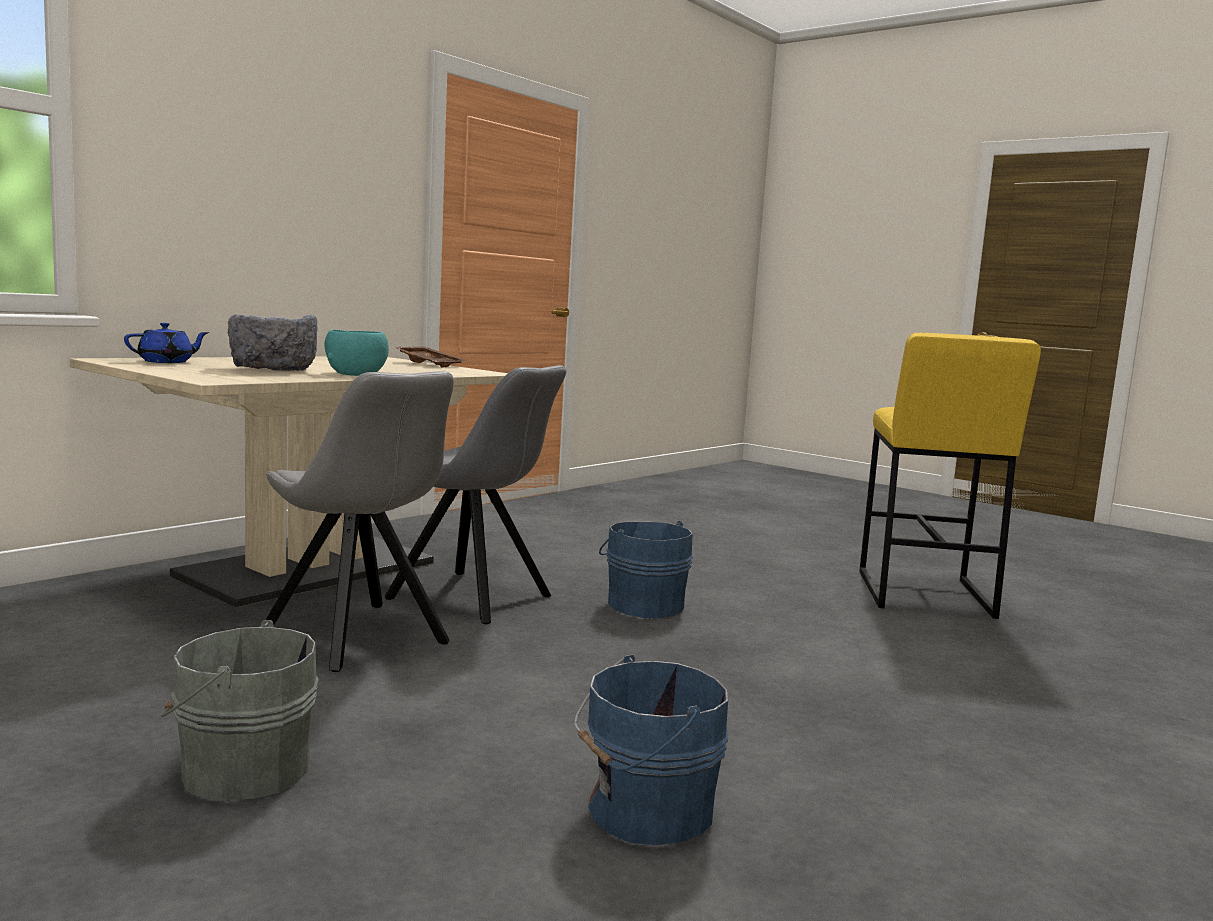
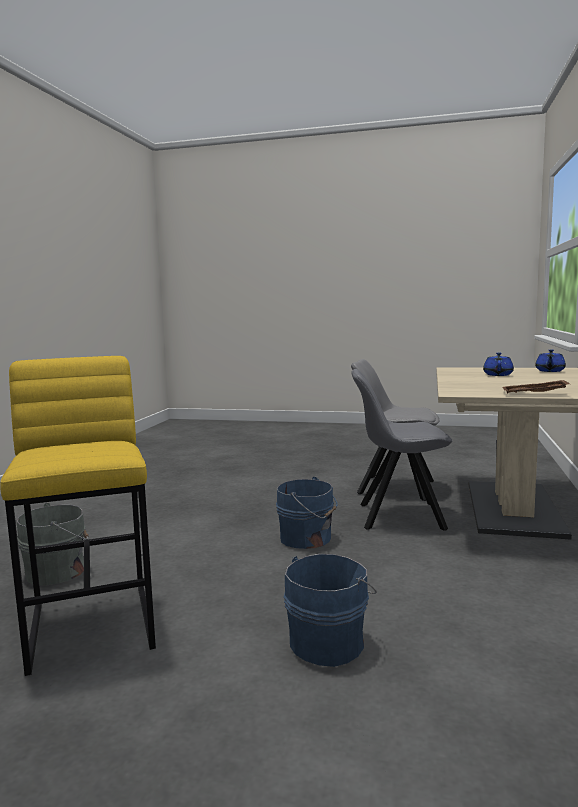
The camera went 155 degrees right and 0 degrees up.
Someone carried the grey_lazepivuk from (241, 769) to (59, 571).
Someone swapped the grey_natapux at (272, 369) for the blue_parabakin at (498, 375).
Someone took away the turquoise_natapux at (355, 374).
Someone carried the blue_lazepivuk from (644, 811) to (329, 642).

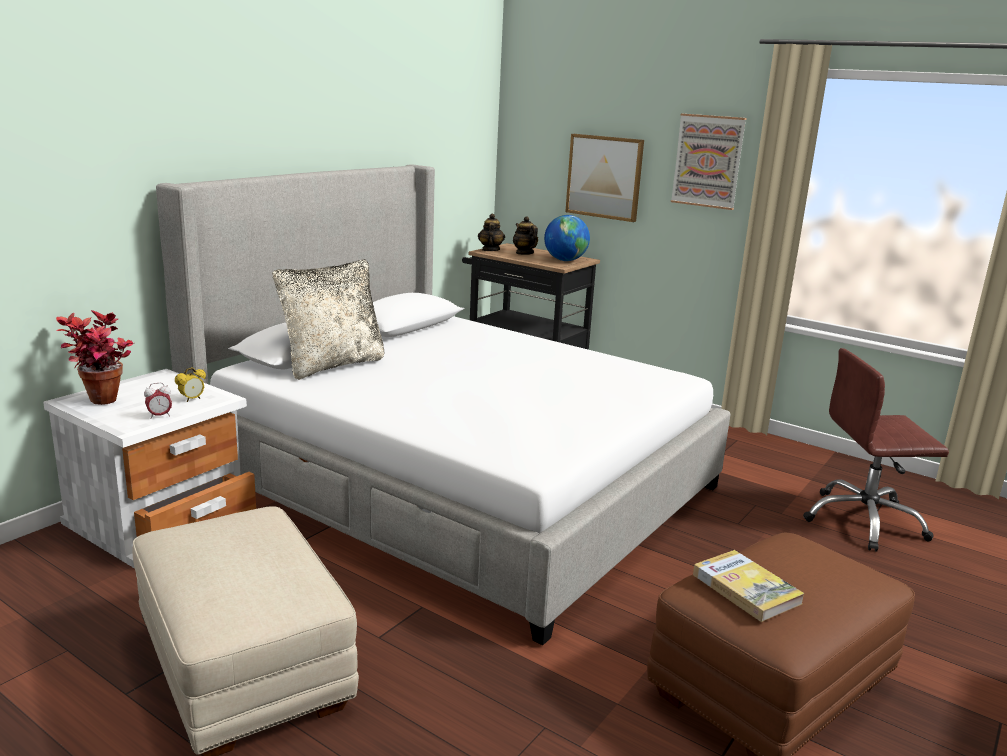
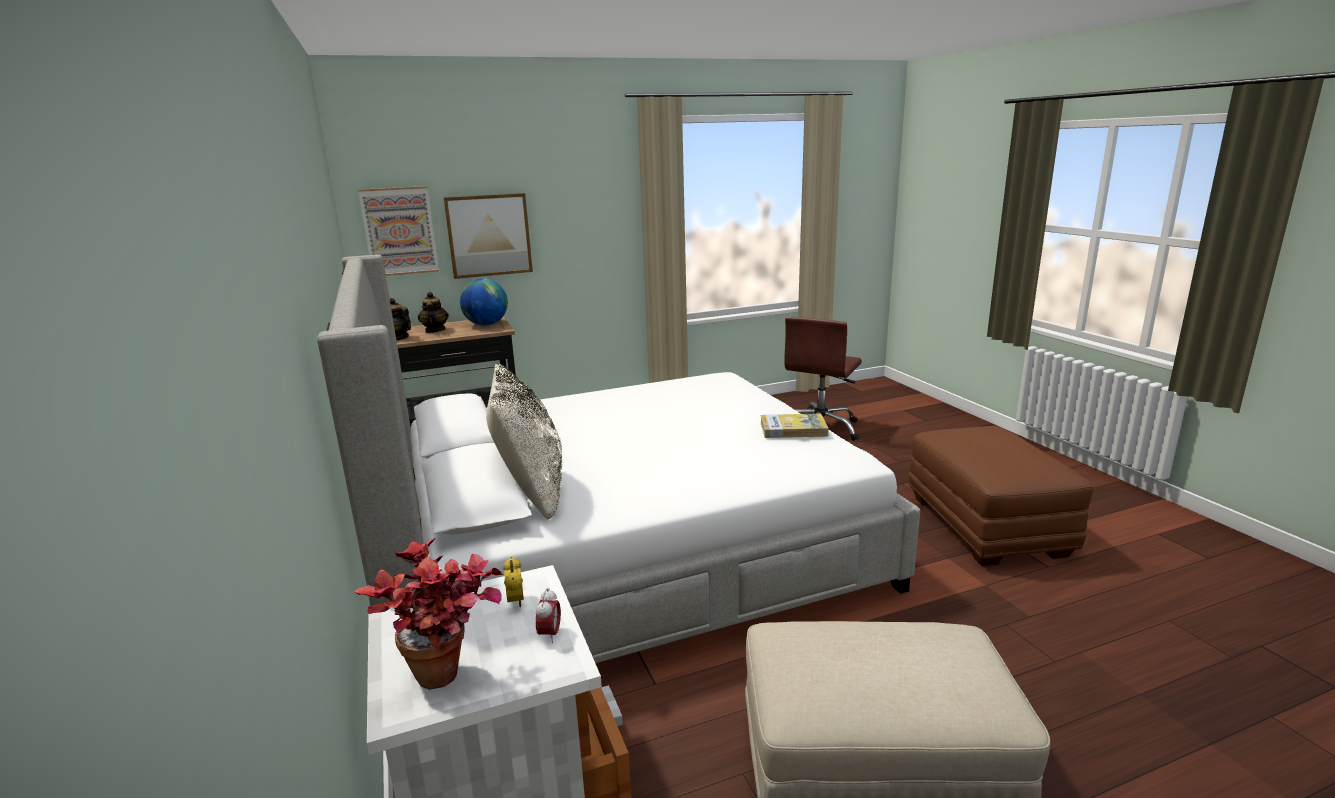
The camera went 55 degrees left and 0 degrees up.
Someone rotated the parabakin at (524, 253) by 75 degrees clockwise.
Someone carried the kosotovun from (708, 161) to (399, 231).
Someone carried the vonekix from (746, 589) to (793, 429).

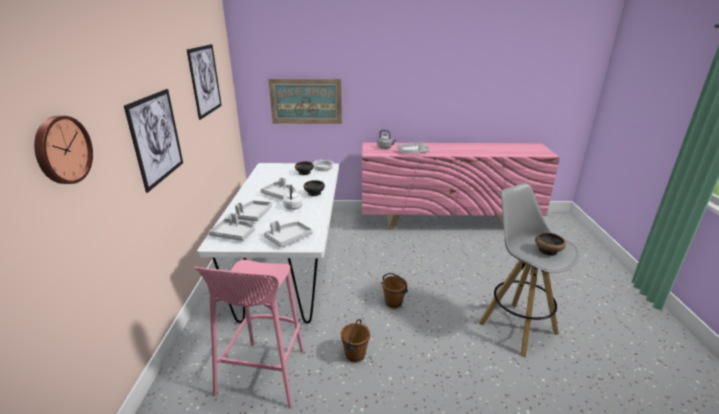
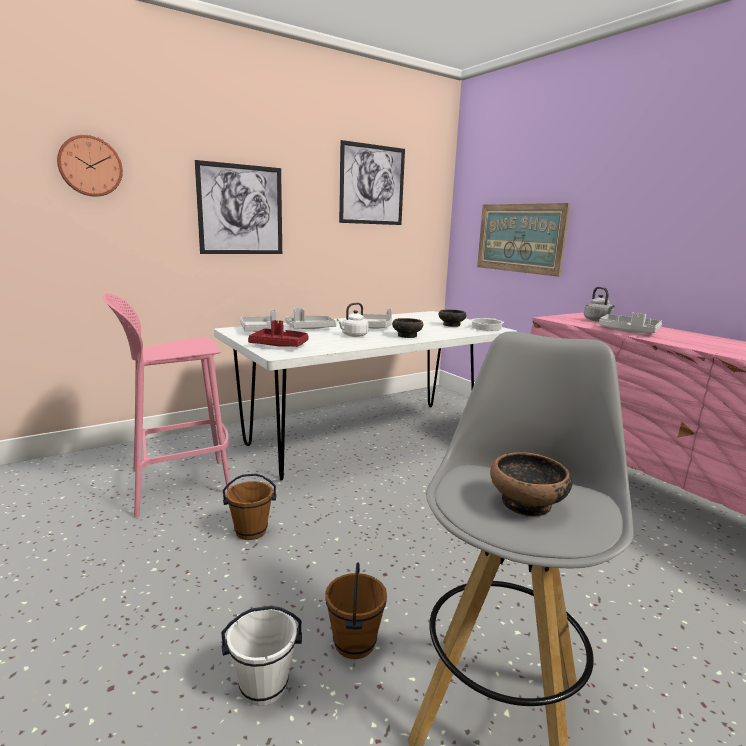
The camera went 55 degrees right and 10 degrees down.
Someone repainted the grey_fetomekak at (288, 238), which became the red_fetomekak at (279, 345).
Someone carried the brown_lazepivuk from (393, 303) to (355, 643).
Someone put down the white_lazepivuk at (264, 685).

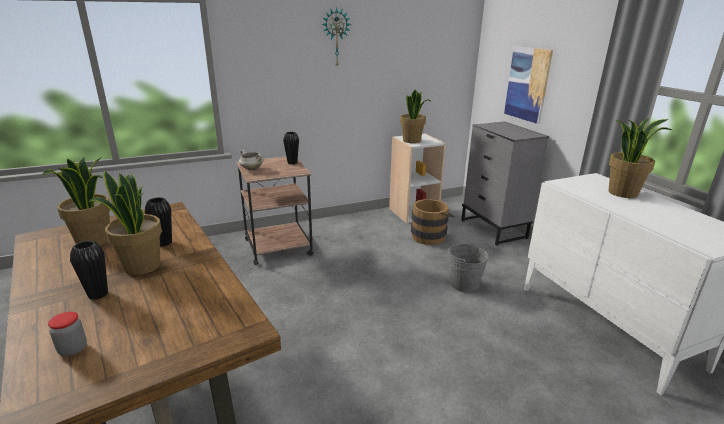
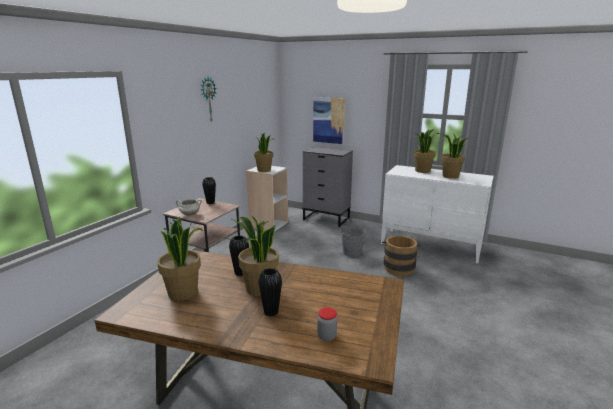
The camera went 40 degrees left and 5 degrees down.
Someone carried the brown_lazepivuk from (430, 236) to (398, 267).
Someone put down the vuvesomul at (450, 176).

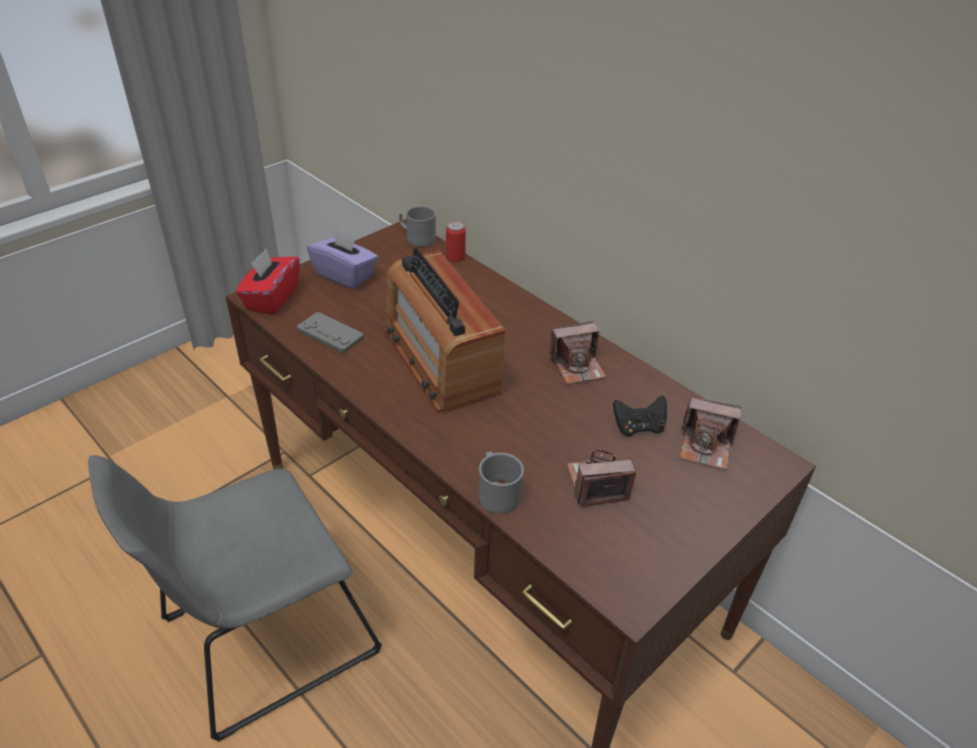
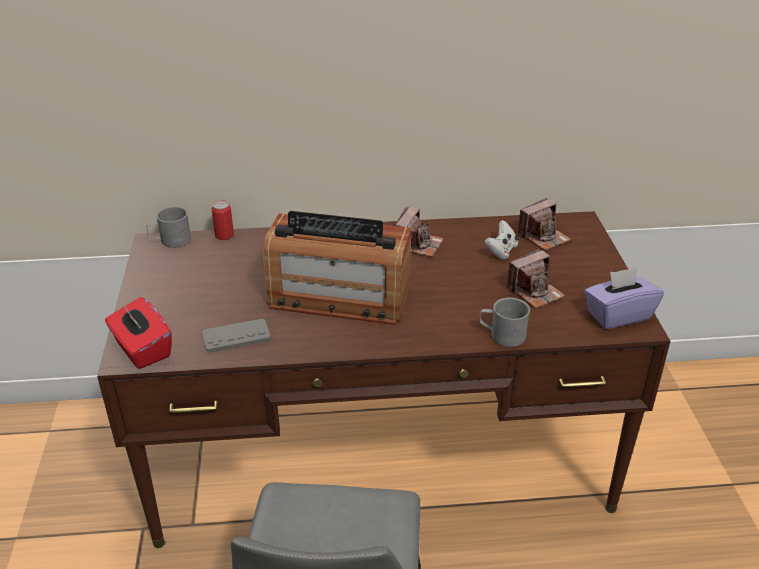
The camera went 50 degrees left and 5 degrees down.
Someone carried the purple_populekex from (345, 275) to (618, 315).
Someone rotated the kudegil at (596, 485) by 150 degrees counterclockwise.
Someone repainted the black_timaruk at (638, 427), which became the white_timaruk at (501, 251).

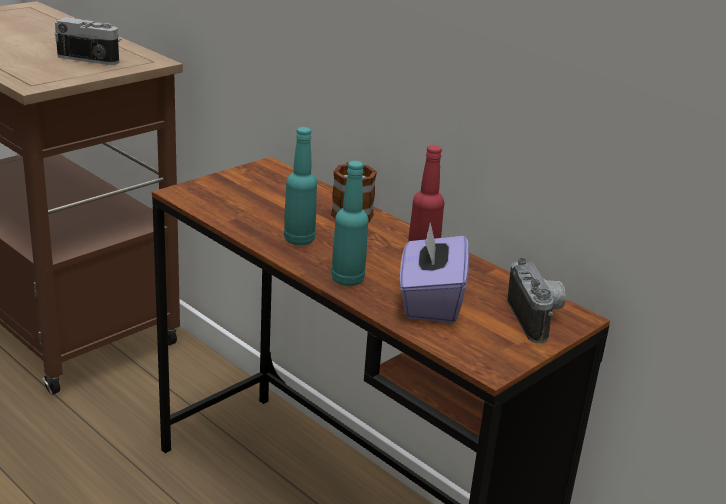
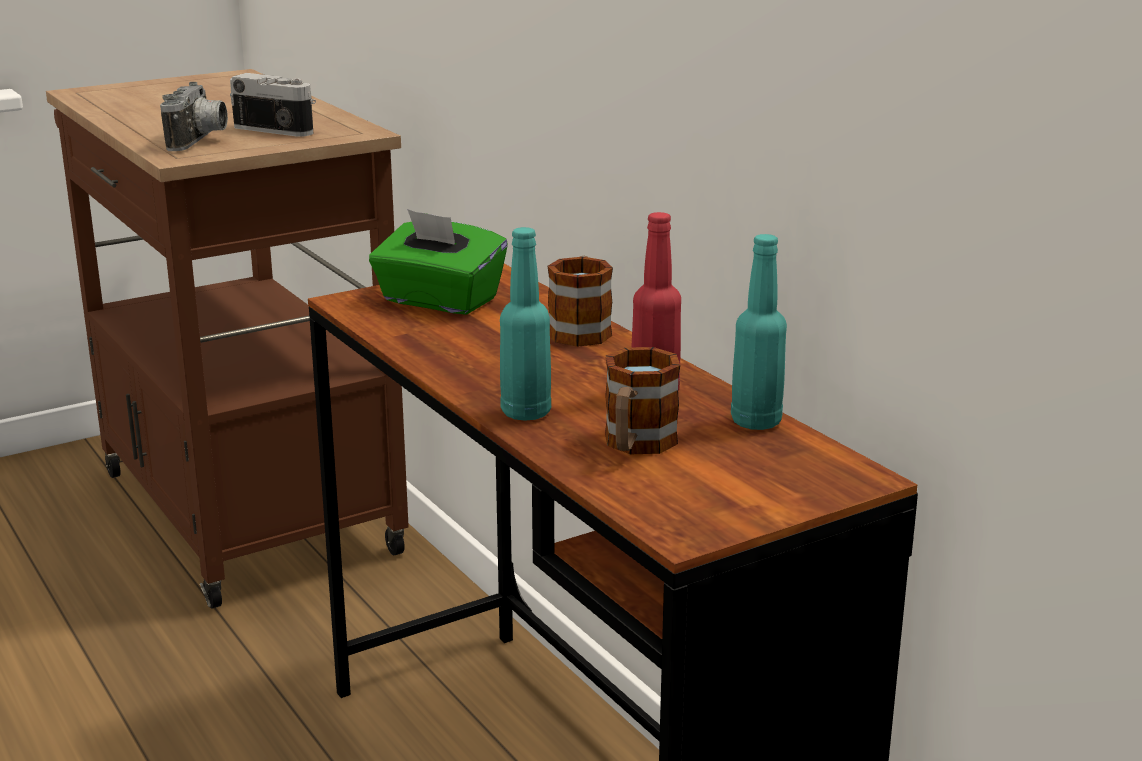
The camera went 15 degrees right and 5 degrees down.
Someone carried the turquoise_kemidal from (299, 240) to (755, 422).
Someone swapped the purple_populekex at (430, 301) for the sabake at (636, 445).
Someone carried the kudegil from (537, 319) to (200, 141).
Someone put down the green_populekex at (439, 301).

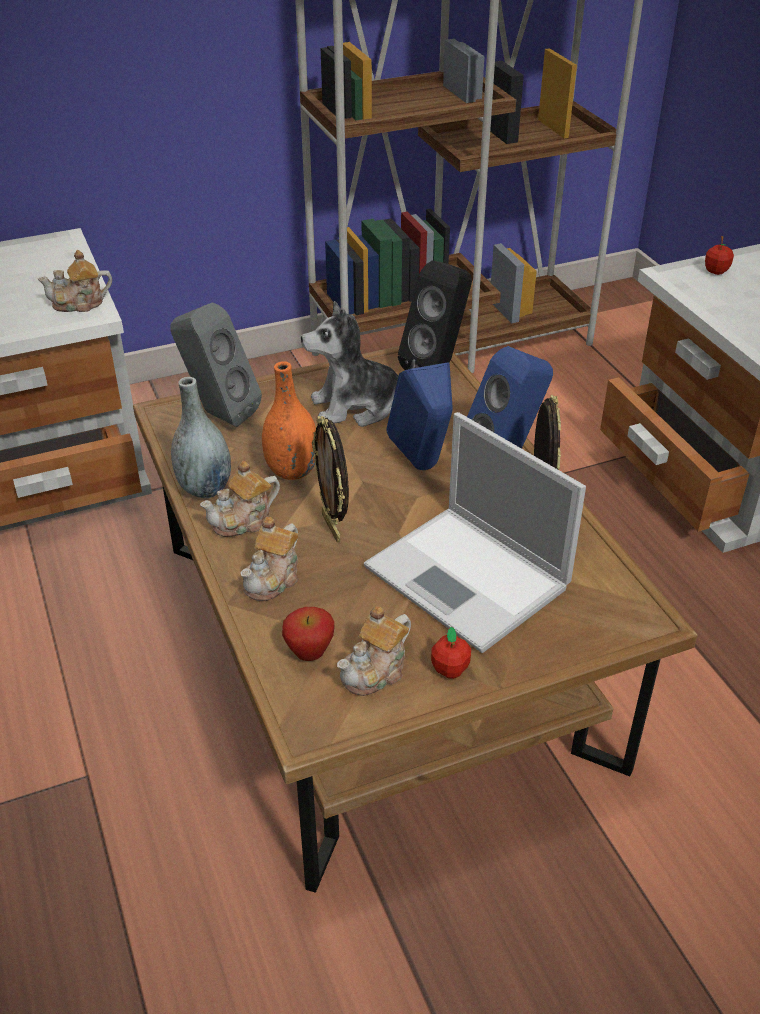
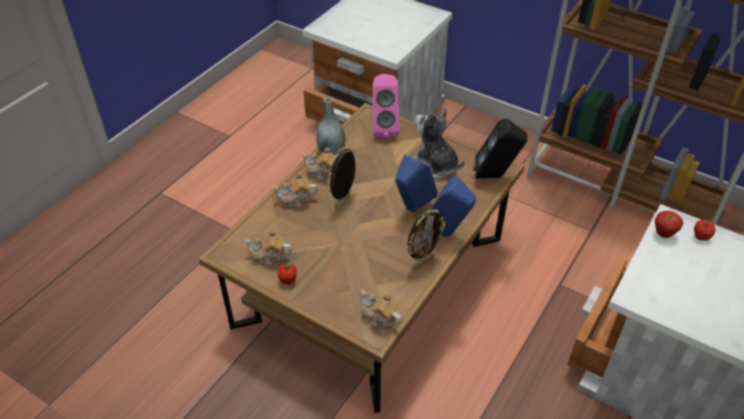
The camera went 55 degrees right and 5 degrees up.
Someone carried the parabakin from (79, 304) to (379, 318).
Someone repainted the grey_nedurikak at (218, 414), which became the pink_nedurikak at (384, 129).
Someone took away the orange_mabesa at (292, 471).
Someone carried the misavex from (309, 654) to (663, 234).
Someone took away the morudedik at (469, 578).

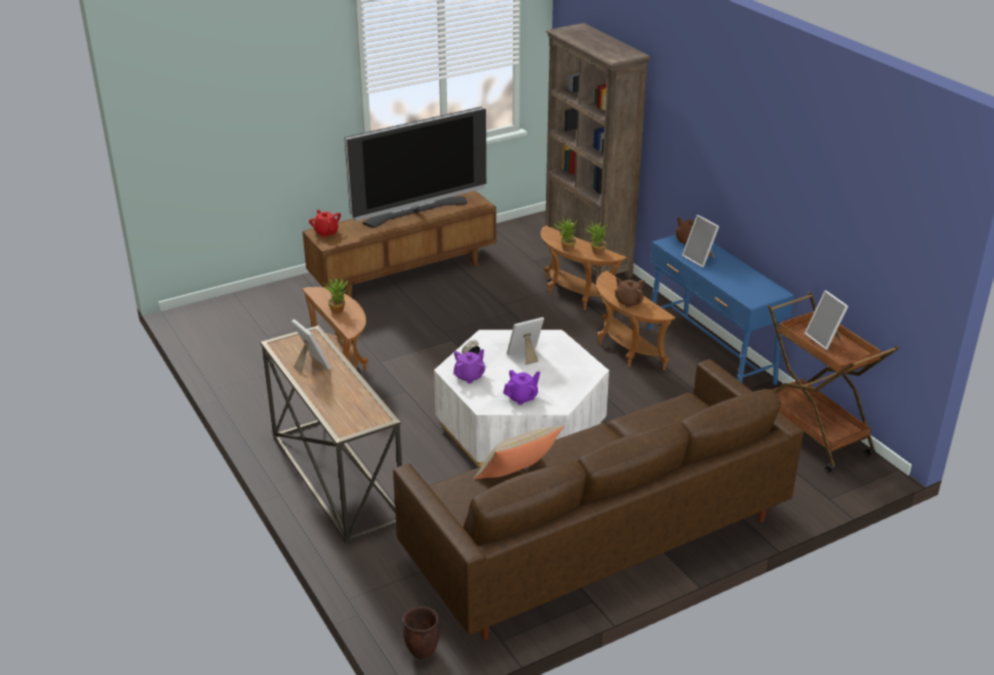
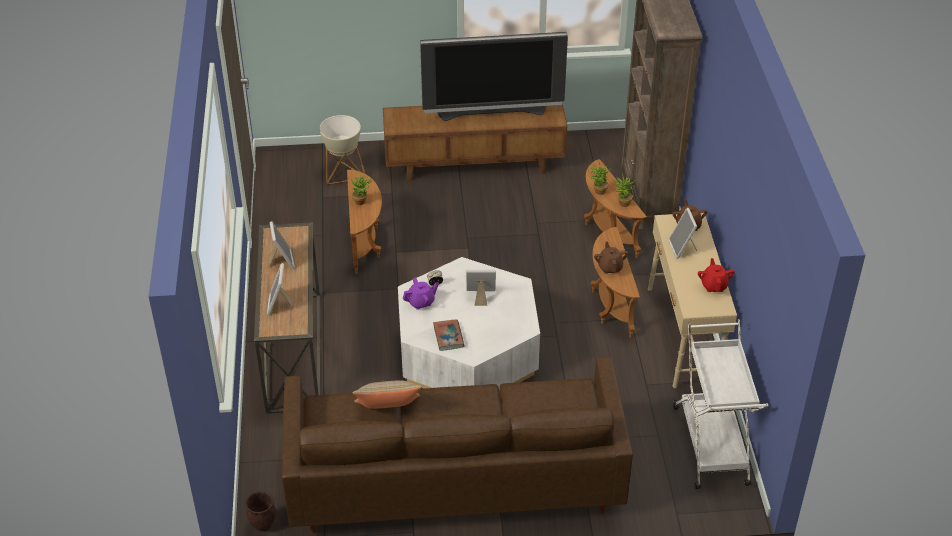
The camera went 25 degrees right and 10 degrees up.
Someone carried the red_parabakin from (326, 232) to (714, 286).
Someone swapped the purple_parabakin at (522, 397) for the vonekix at (448, 337).
Someone repainted the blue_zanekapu at (709, 356), which became the beige_zanekapu at (682, 335).
Someone repainted the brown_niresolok at (810, 435), which became the white_niresolok at (710, 447).
Someone carried the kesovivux from (824, 339) to (279, 305).
Someone put down the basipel at (344, 174).

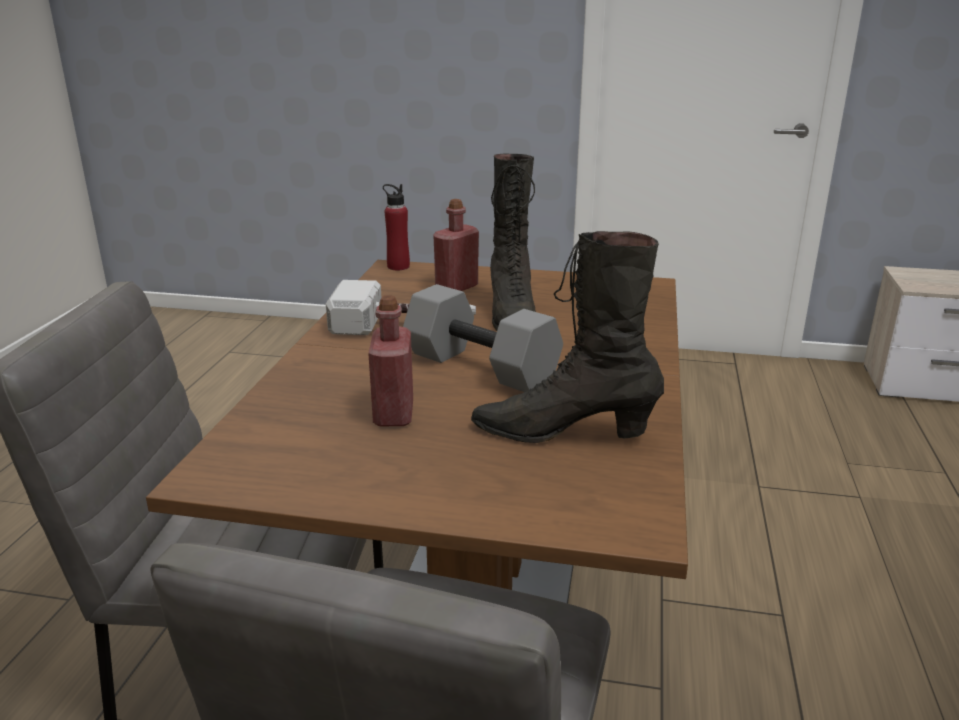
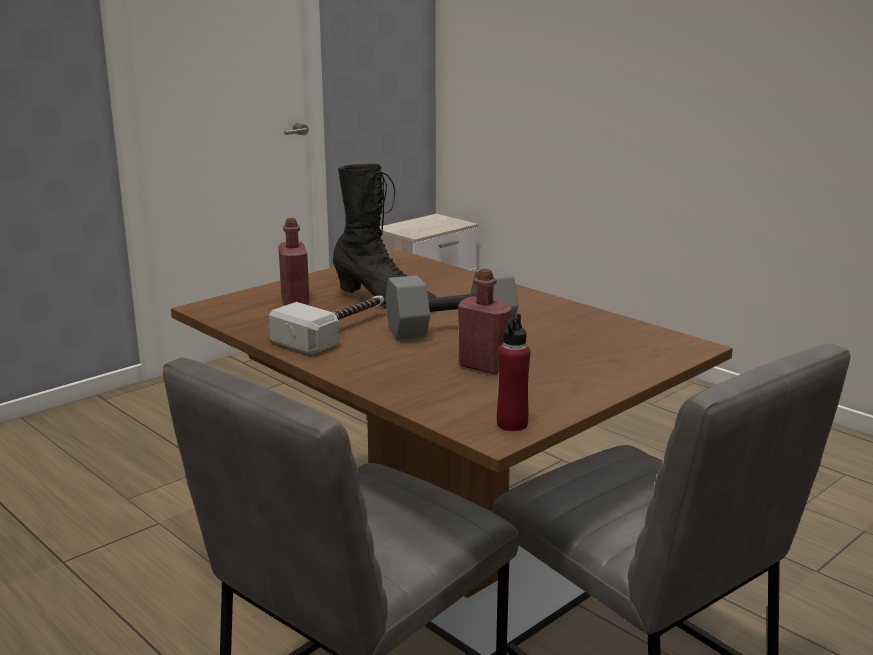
The camera went 55 degrees left and 5 degrees down.
Someone carried the red_kemidal from (398, 266) to (512, 424).
Someone took away the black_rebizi at (563, 432).

